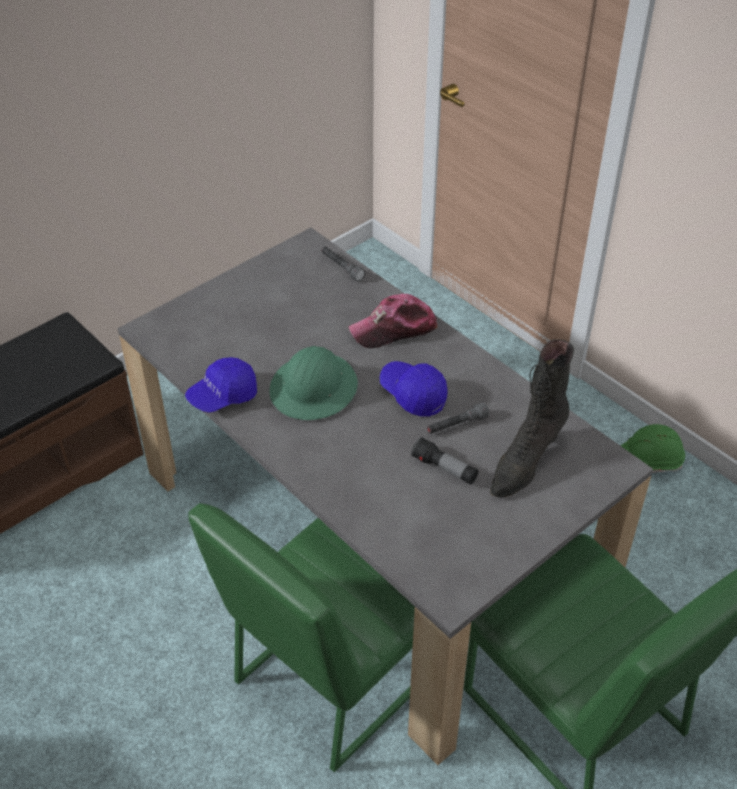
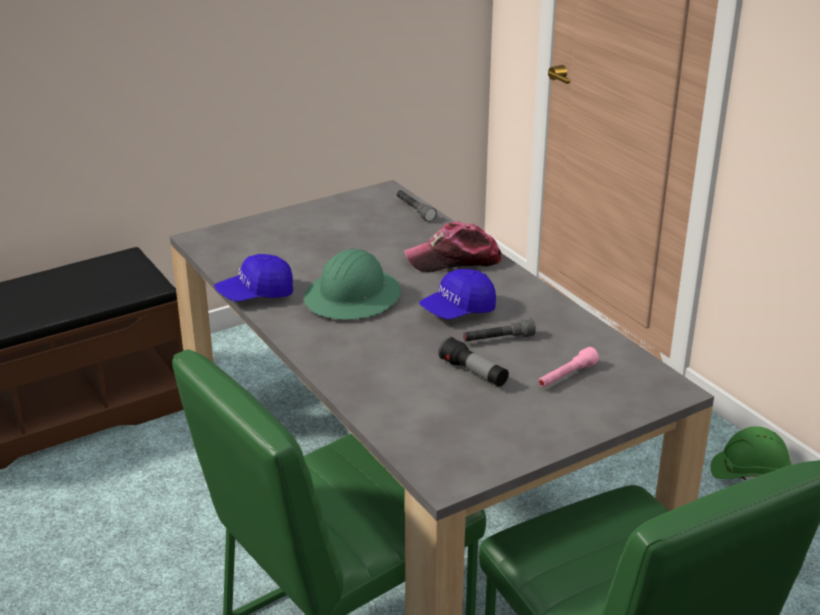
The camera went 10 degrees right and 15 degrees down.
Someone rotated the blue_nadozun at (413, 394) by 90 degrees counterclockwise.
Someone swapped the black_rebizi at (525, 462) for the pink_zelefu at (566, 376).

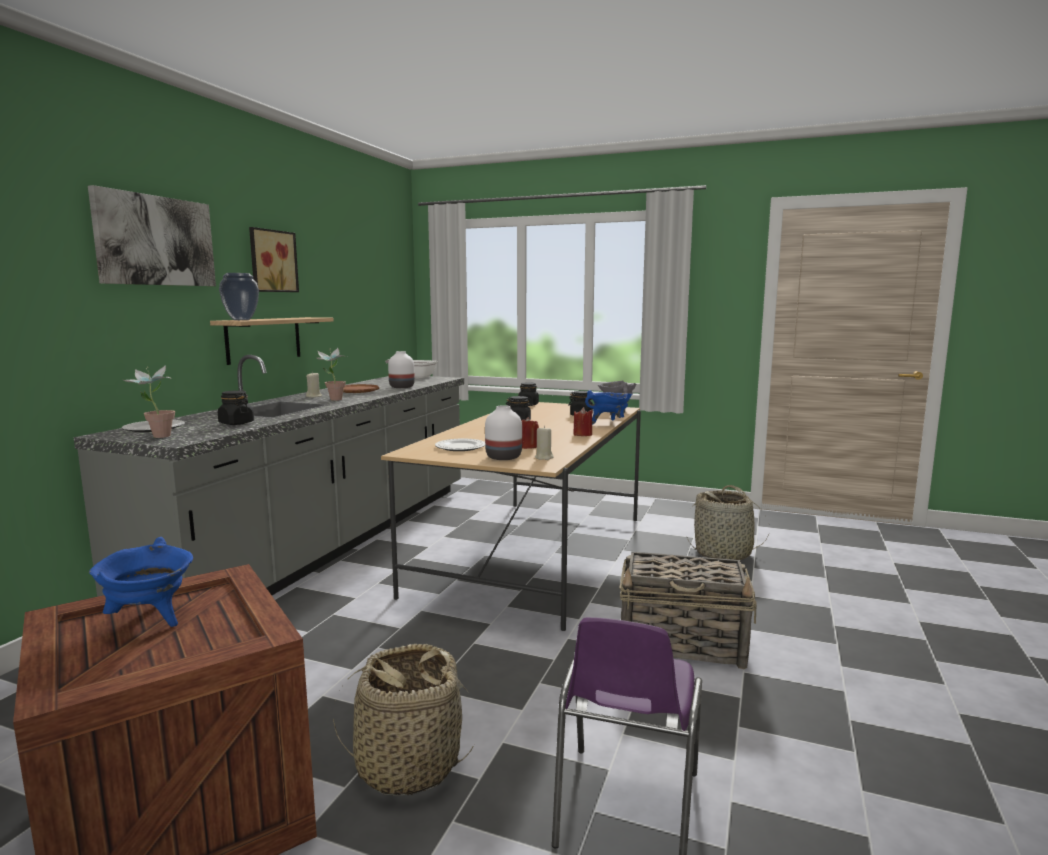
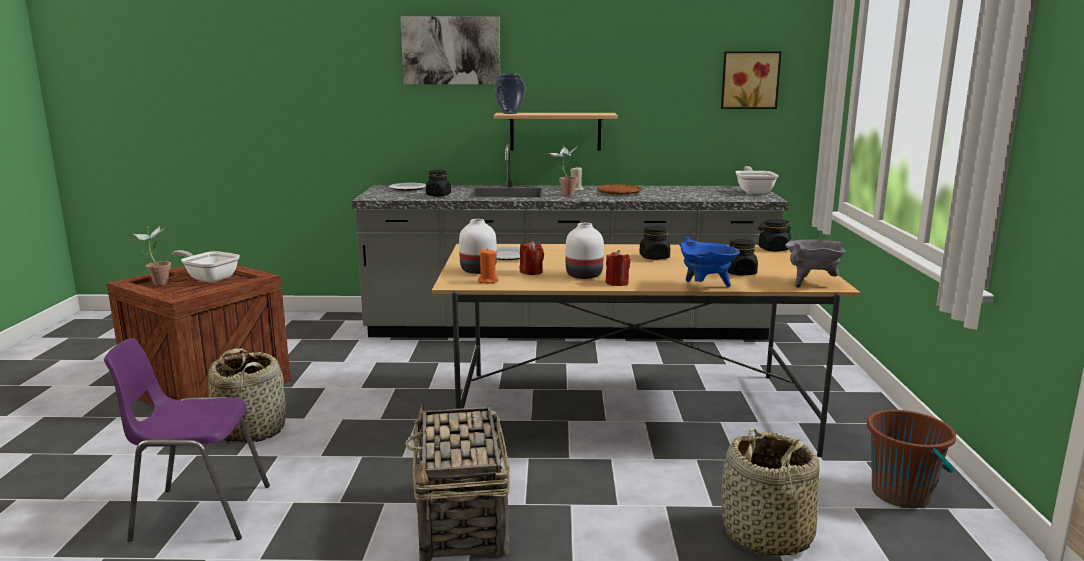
The camera went 70 degrees right and 5 degrees up.
Someone swapped the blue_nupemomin at (150, 619) for the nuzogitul at (209, 278).
Someone carried the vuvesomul from (156, 437) to (156, 283).
Someone carried the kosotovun from (271, 261) to (749, 80).
Someone carried the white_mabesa from (402, 387) to (585, 275).
Someone repainted the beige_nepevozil at (544, 457), which became the orange_nepevozil at (488, 281).
Someone put down the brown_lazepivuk at (901, 494).

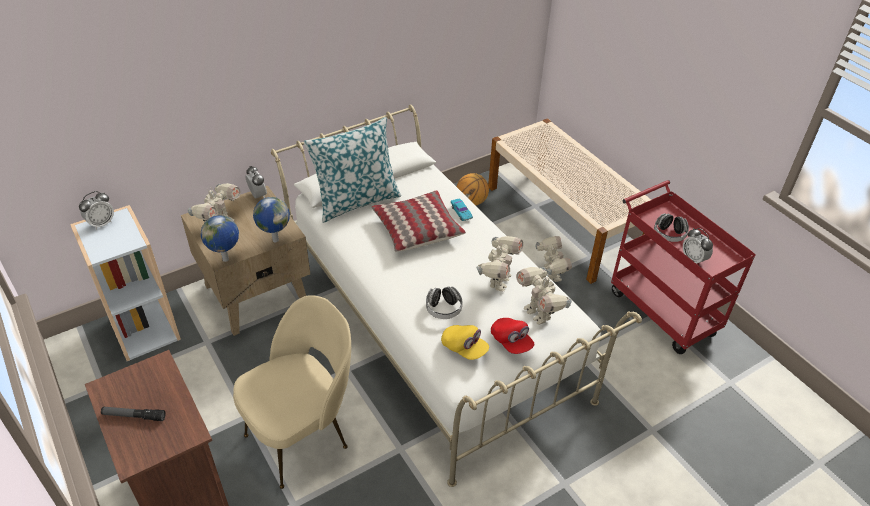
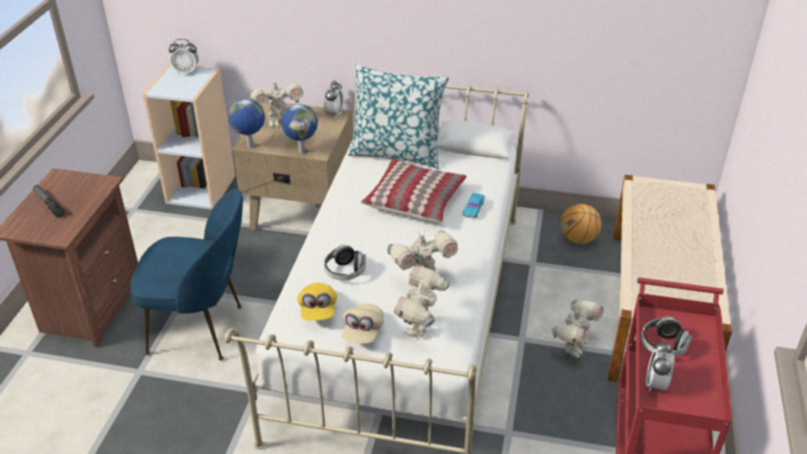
The camera went 45 degrees right and 5 degrees down.
Someone repainted the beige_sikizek at (303, 437), which became the blue_sikizek at (204, 331).
Someone repainted the red_nadozun at (511, 342), which became the beige_nadozun at (363, 332).

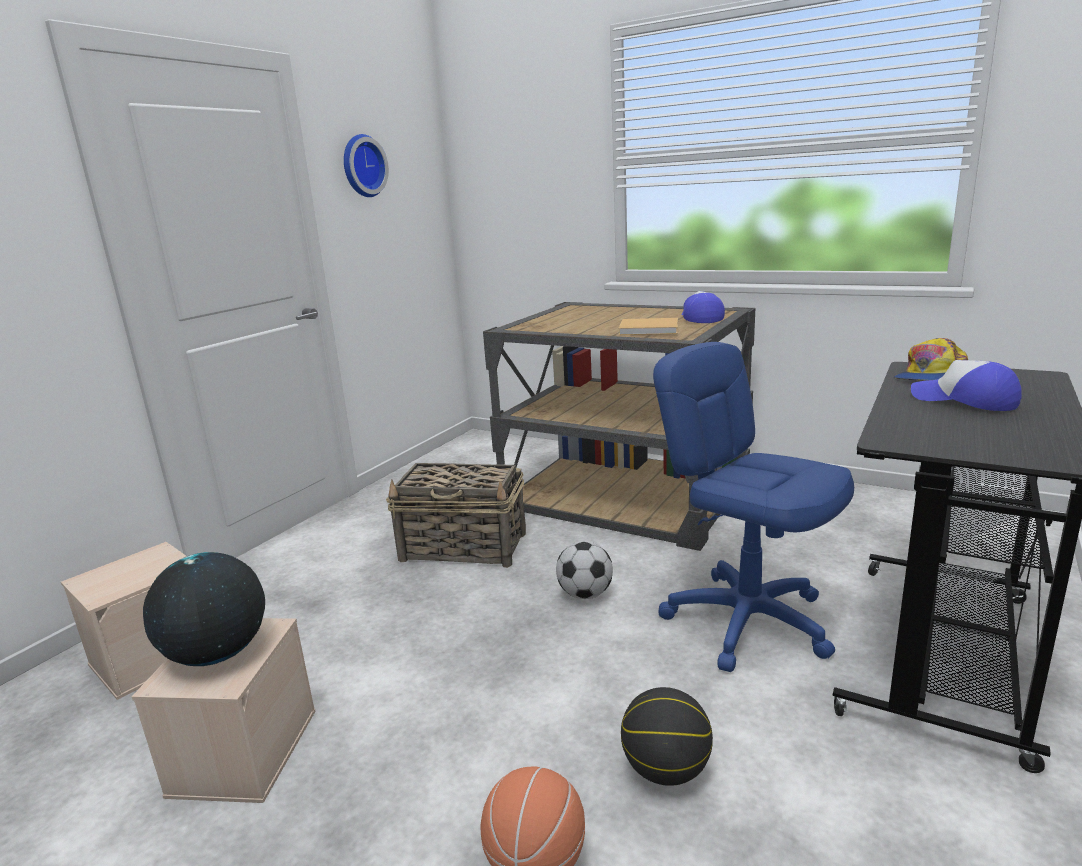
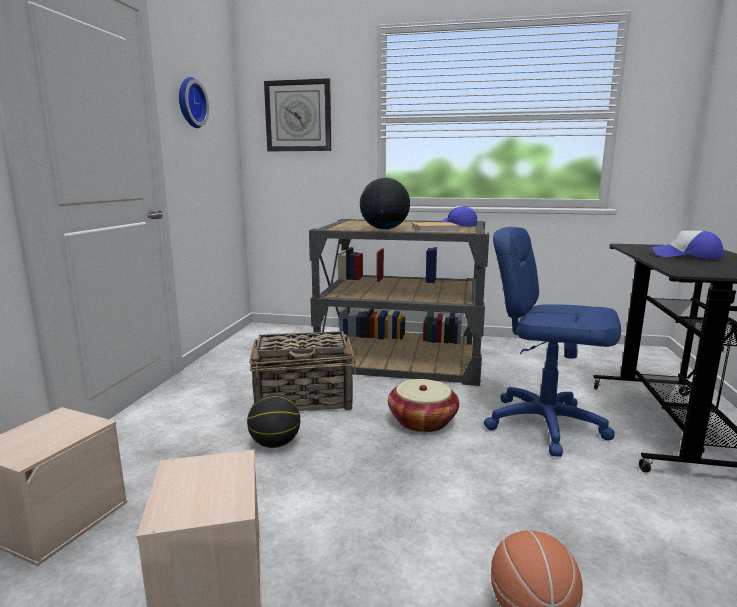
The camera went 20 degrees left and 5 degrees down.
Someone carried the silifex from (217, 654) to (384, 229).
Someone swapped the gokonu at (585, 594) for the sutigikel at (422, 421).
Someone carried the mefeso from (666, 770) to (275, 444).
Someone took away the nadozun at (930, 375).
Someone put up the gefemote at (298, 116).

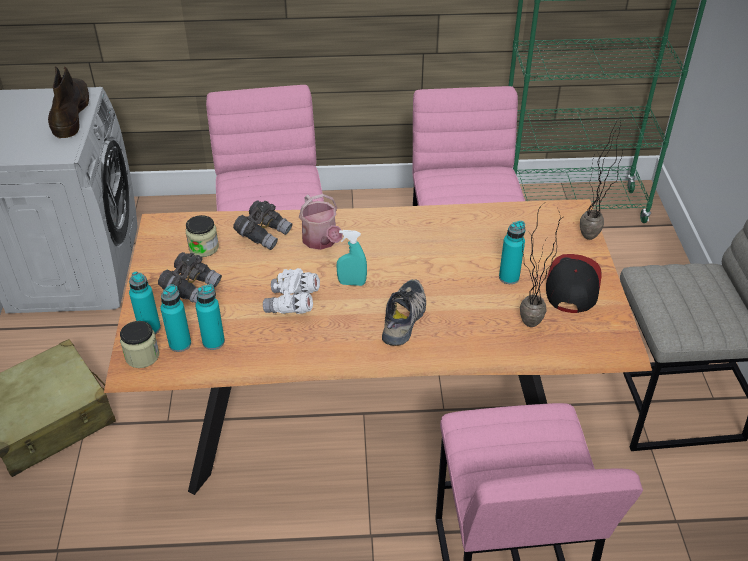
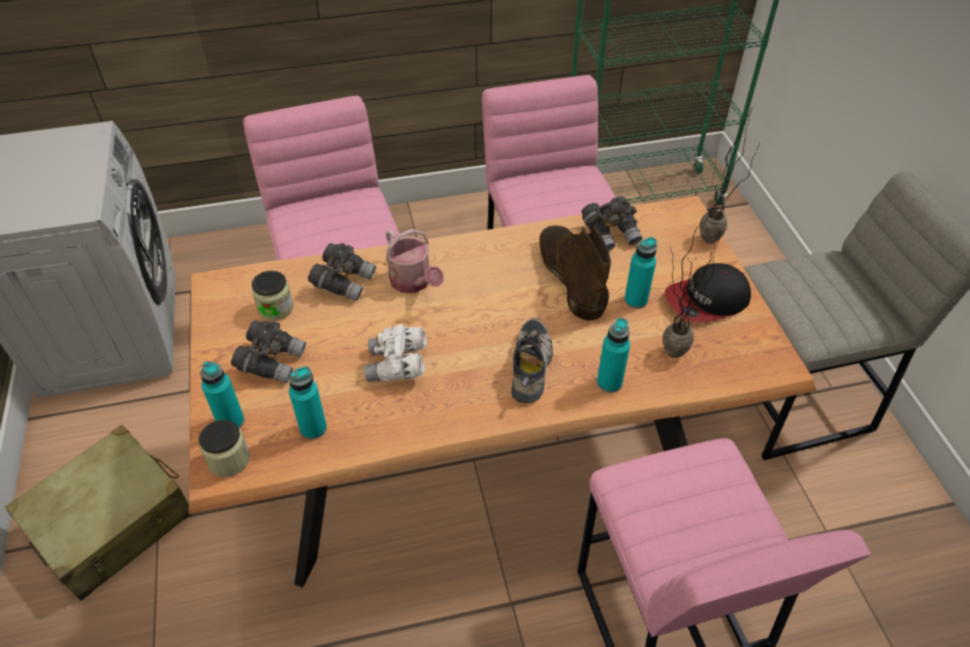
The camera went 10 degrees left and 5 degrees up.
Someone carried the brown_rebizi from (71, 112) to (570, 276).
Someone carried the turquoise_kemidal from (180, 344) to (609, 382).
Someone took away the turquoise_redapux at (352, 283).
Someone rotated the nadozun at (572, 285) by 120 degrees counterclockwise.
Someone put down the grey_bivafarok at (611, 234).

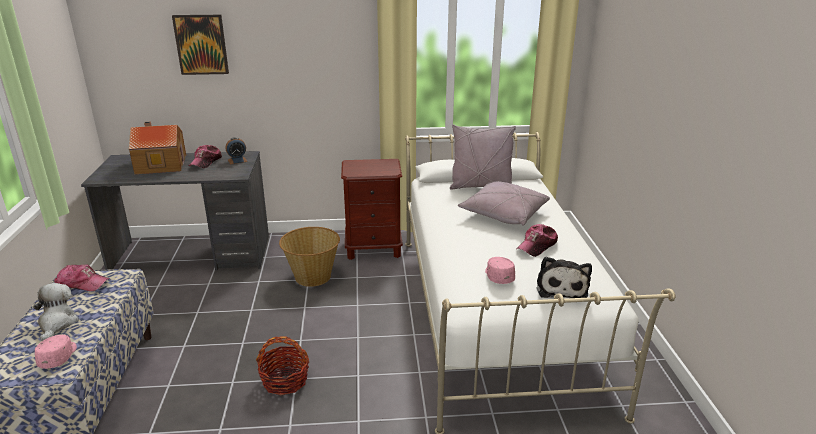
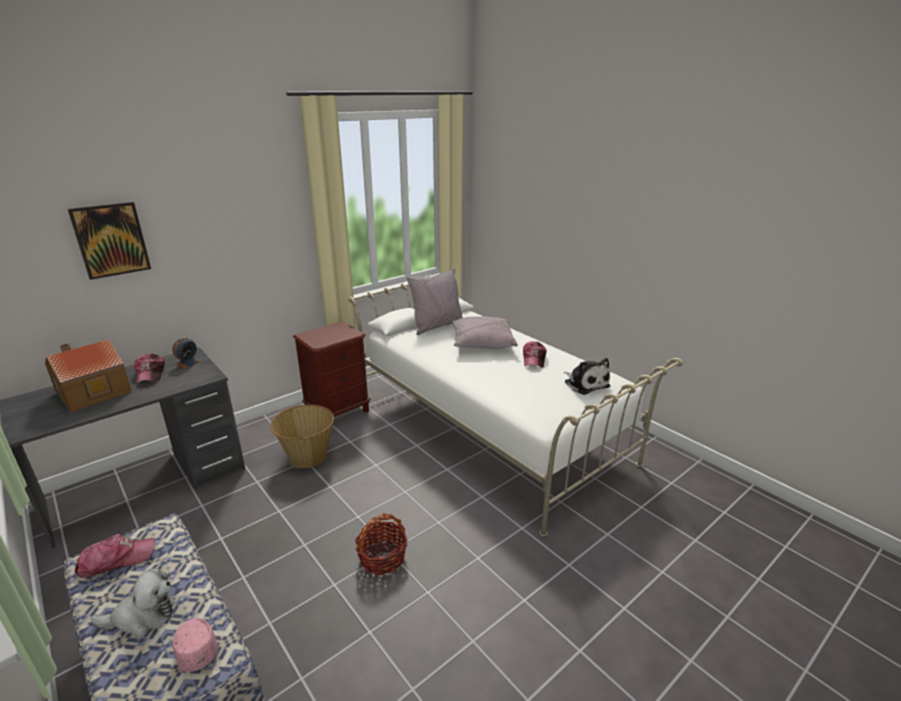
The camera went 35 degrees left and 0 degrees up.
Someone rotated the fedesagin at (57, 324) by 120 degrees clockwise.
Someone took away the pink_nadozun at (498, 276).

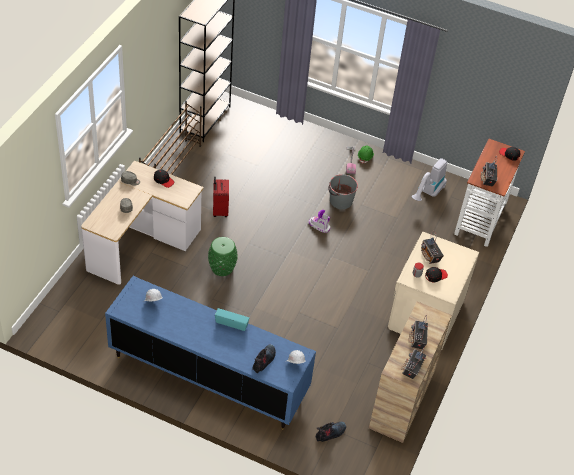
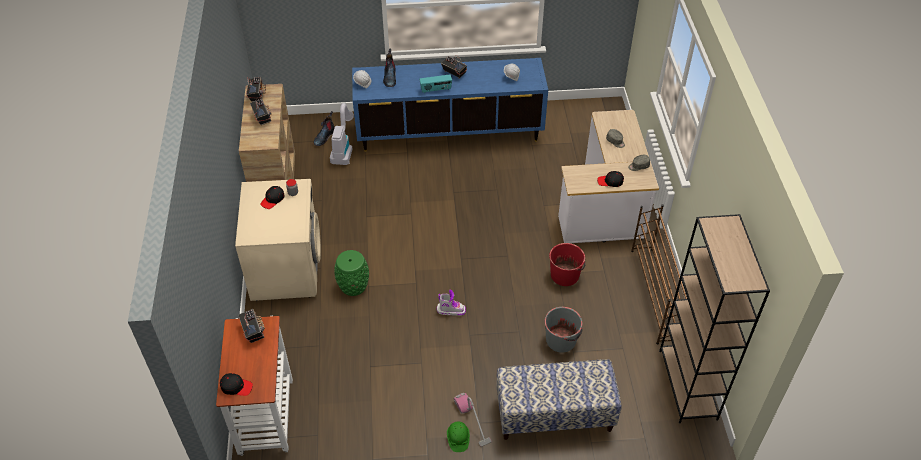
The camera went 155 degrees right and 0 degrees up.
Someone carried the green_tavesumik from (222, 268) to (353, 286).
Someone swapped the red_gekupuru at (219, 210) for the red_lazepivuk at (565, 275).
Someone carried the grey_lazepivuk from (340, 201) to (561, 340).
Someone carried the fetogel from (428, 194) to (343, 149).
Someone carried the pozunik from (430, 256) to (454, 73).
Someone put down the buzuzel at (554, 415).

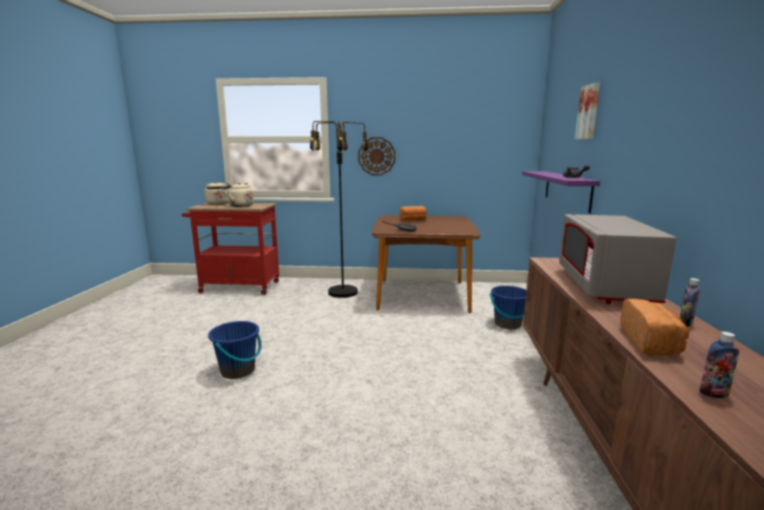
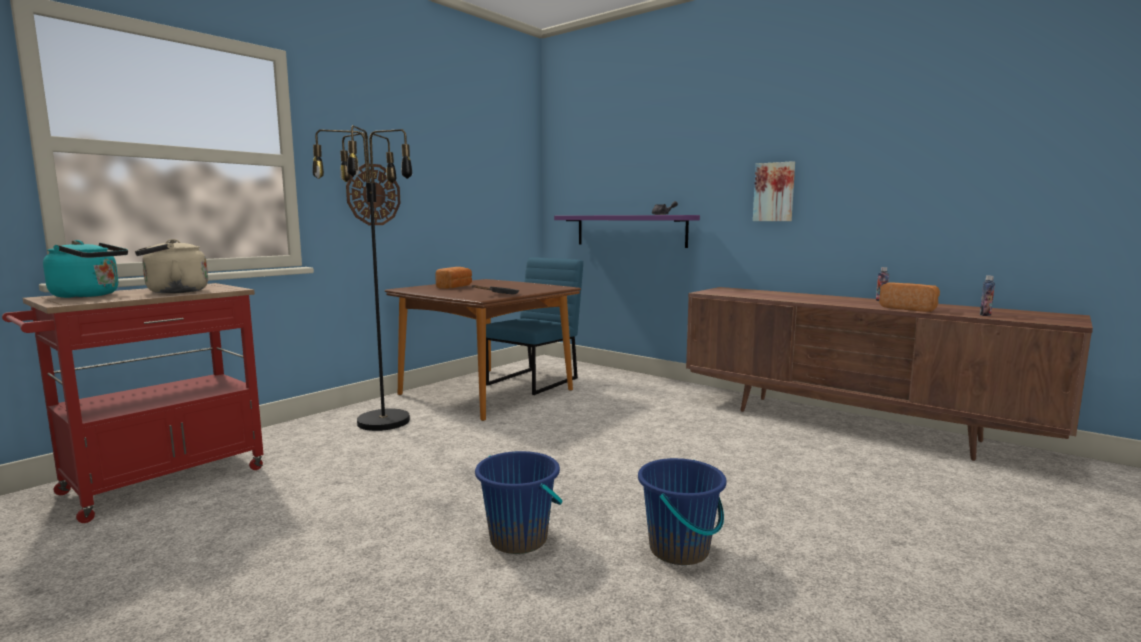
The camera went 55 degrees left and 5 degrees down.
Someone repainted the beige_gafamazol at (219, 204), which became the turquoise_gafamazol at (90, 295).
Someone carried the blue_lazepivuk from (508, 324) to (679, 549).
Someone took away the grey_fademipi at (603, 286).
Someone carried the kosotovun from (589, 112) to (774, 192).
Someone put down the blue_sikizek at (534, 381).

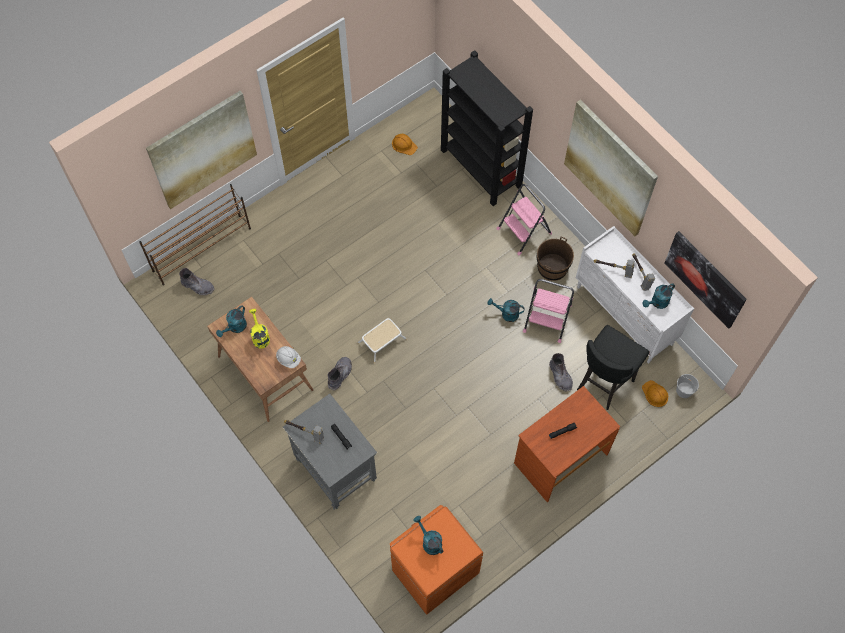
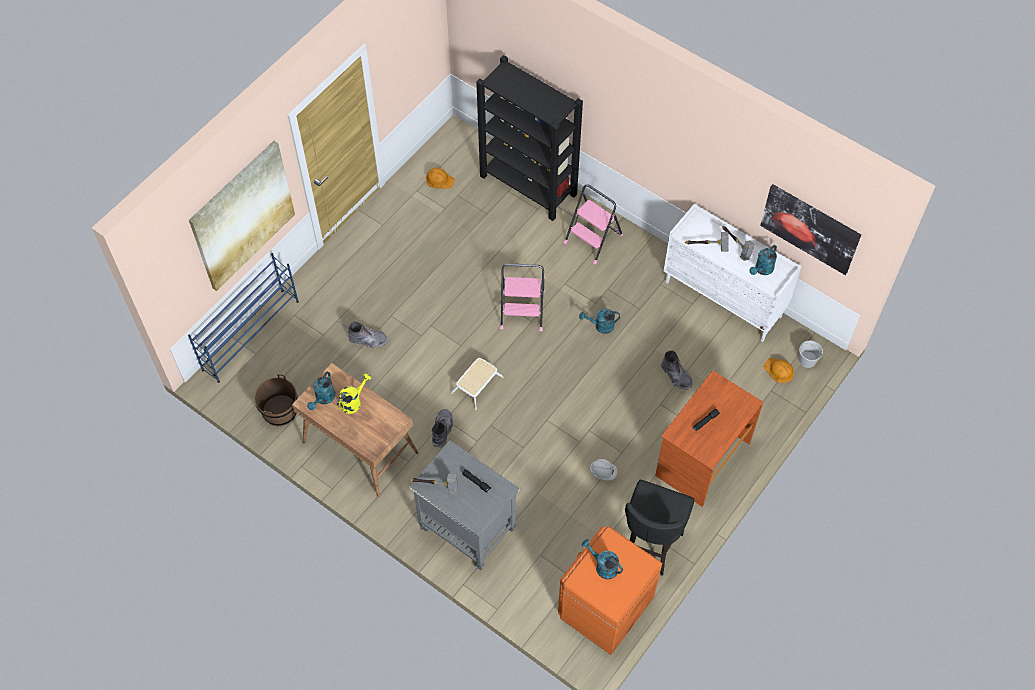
The camera went 15 degrees left and 5 degrees down.
Someone repainted the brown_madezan at (202, 249), which became the blue_madezan at (251, 335).
Someone carried the grey_rebizi from (198, 286) to (368, 340).
Someone rotated the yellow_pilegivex at (260, 336) by 75 degrees clockwise.
Someone carried the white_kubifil from (288, 359) to (603, 472).
Someone carried the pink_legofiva from (548, 316) to (522, 307).
Someone carried the brown_lazepivuk from (552, 267) to (280, 411).
Someone took away the kosotovun at (610, 168).
Someone carried the black_tavesumik from (604, 382) to (650, 545).

